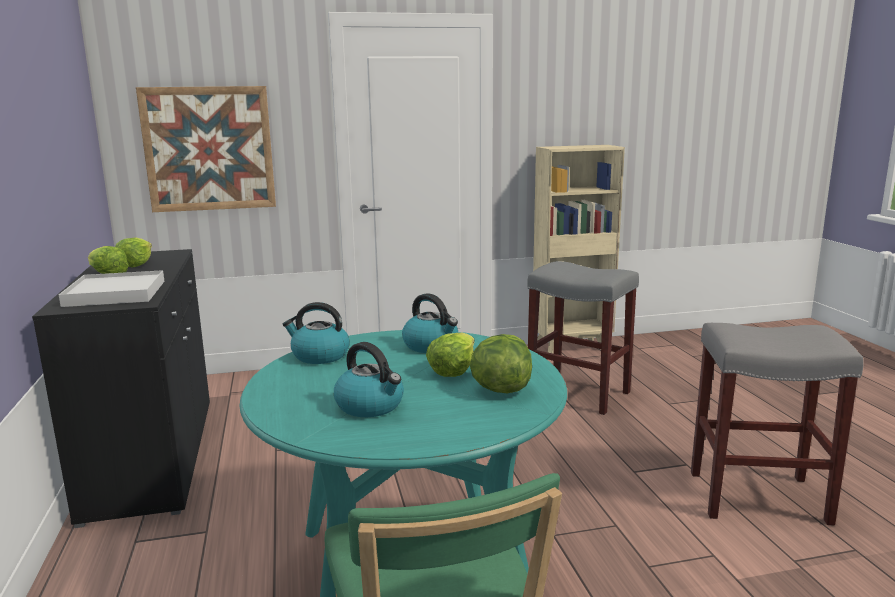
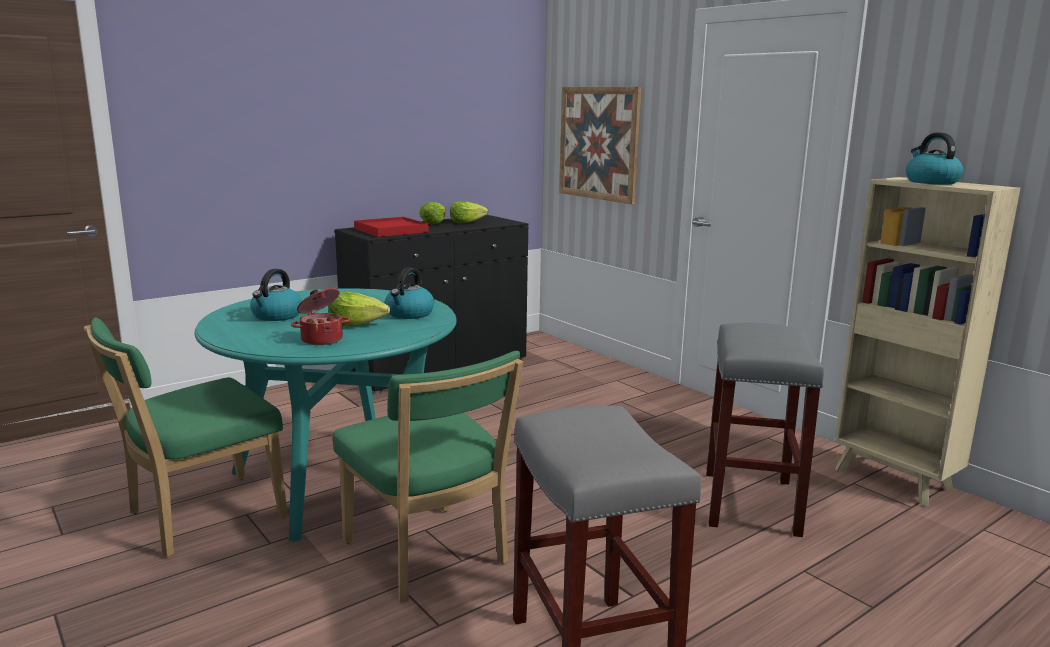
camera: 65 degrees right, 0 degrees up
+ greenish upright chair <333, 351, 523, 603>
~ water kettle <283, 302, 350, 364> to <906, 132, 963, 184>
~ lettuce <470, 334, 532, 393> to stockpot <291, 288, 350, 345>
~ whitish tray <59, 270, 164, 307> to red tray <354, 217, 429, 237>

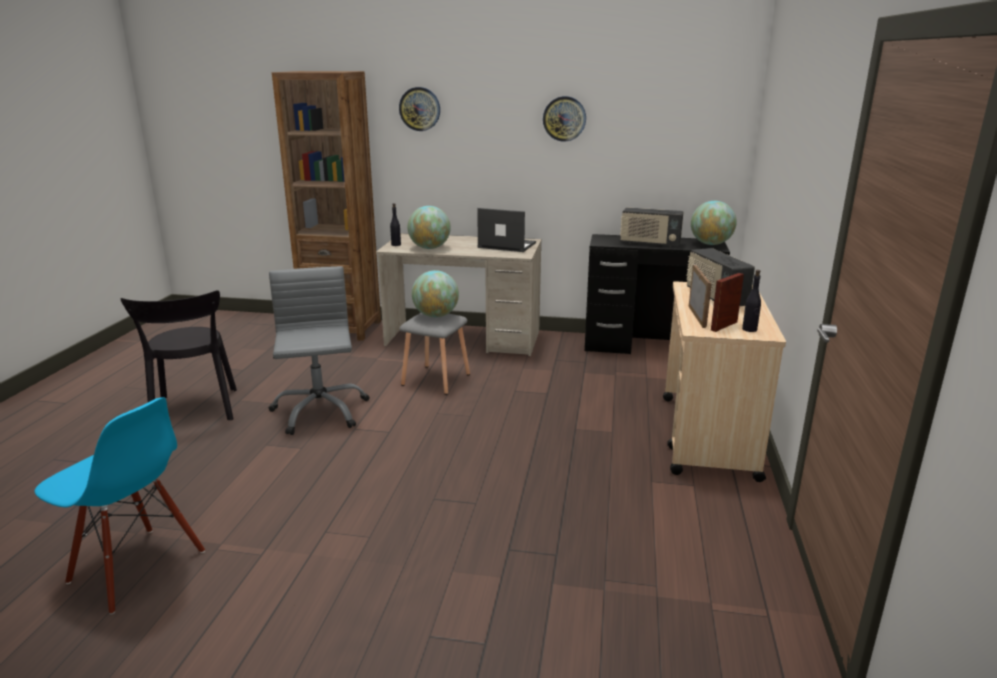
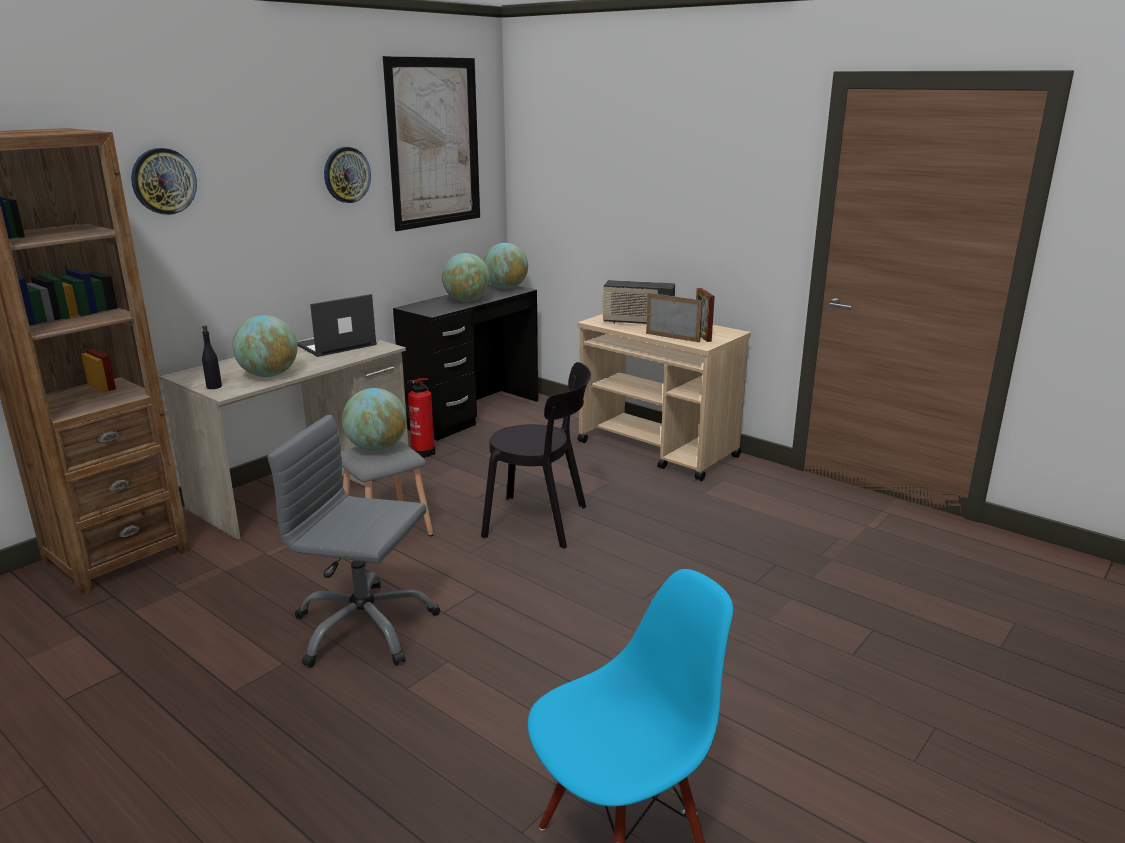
camera: 60 degrees left, 0 degrees up
- black drink bottle <742, 270, 761, 332>
+ picture <383, 56, 480, 231>
+ fire-fighting cylinder <405, 378, 435, 458>
~ black upright chair <121, 290, 237, 420> to <481, 362, 591, 549>
~ radio set <620, 207, 684, 247> to world globe <442, 253, 490, 302>

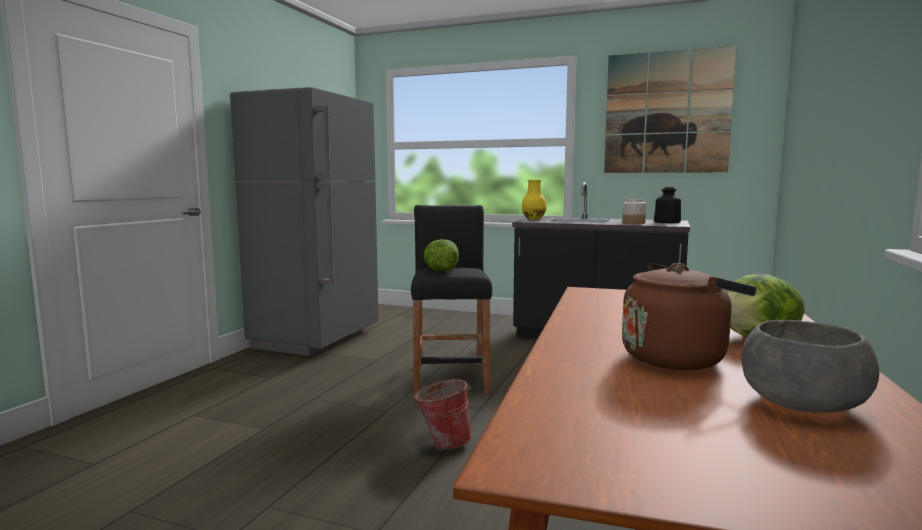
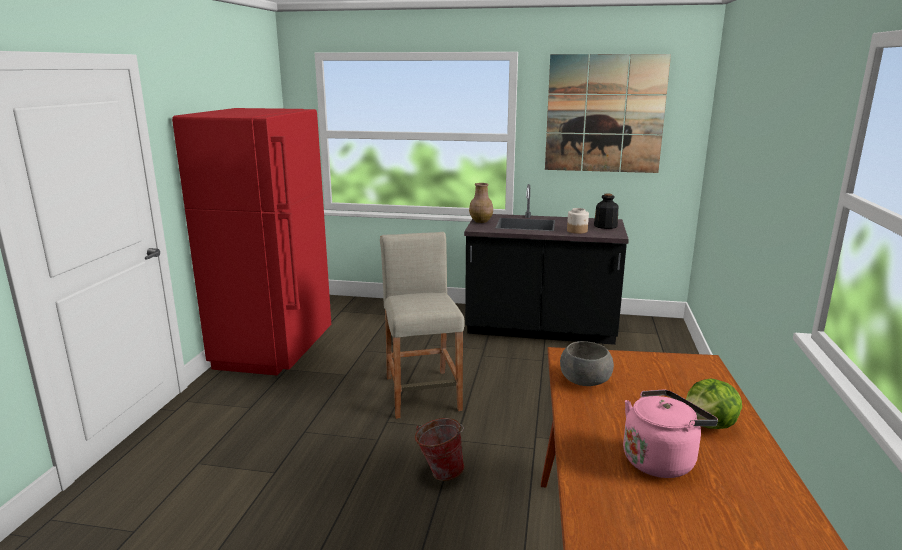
camera: 10 degrees left, 10 degrees up
- lettuce <424, 239, 459, 271>
~ greyish deep dish <742, 320, 879, 413> to <560, 341, 614, 386>
~ greyish refrigerator <230, 87, 378, 356> to red refrigerator <172, 108, 331, 375>
~ black sitting stool <411, 205, 493, 396> to beige-coloured sitting stool <380, 232, 465, 419>
~ yellow decorative vase <521, 180, 547, 220> to brown decorative vase <469, 183, 493, 223>
~ brown water kettle <622, 263, 757, 370> to pink-coloured water kettle <623, 390, 718, 478>

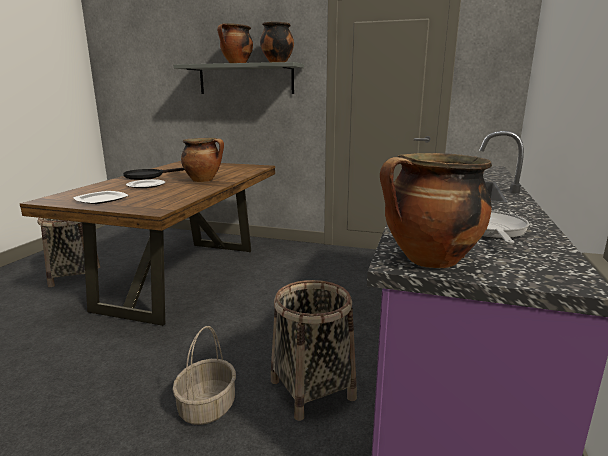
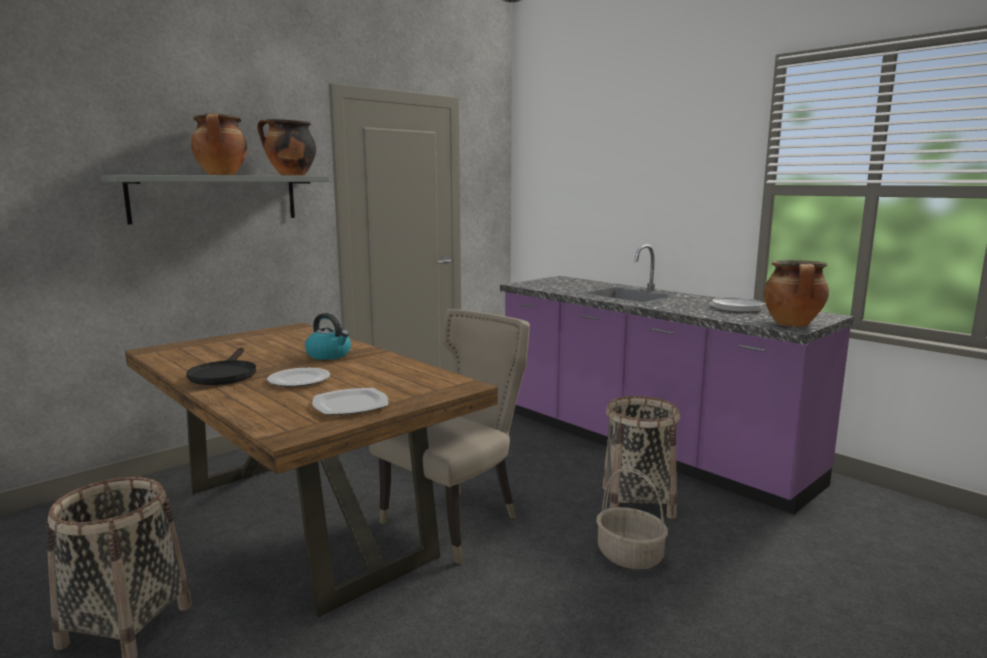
camera: 60 degrees left, 5 degrees down
+ beige-coloured upright chair <369, 309, 530, 564>
~ stockpot <181, 138, 224, 182> to water kettle <305, 313, 351, 360>

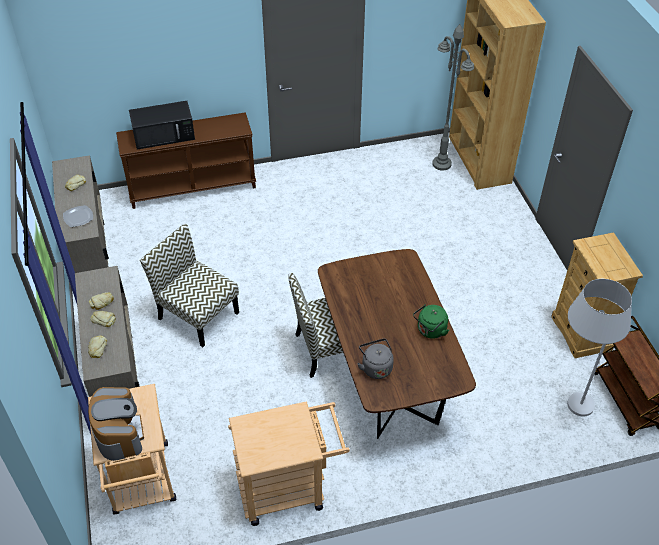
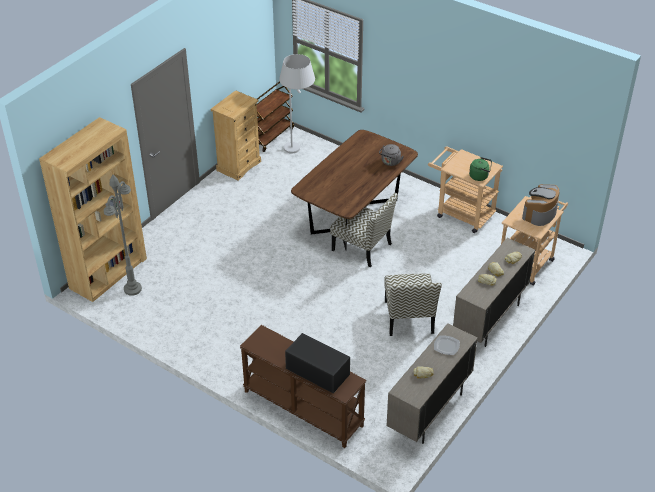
camera: 130 degrees left, 5 degrees down
~ greenish water kettle <413, 305, 449, 339> to <469, 157, 492, 181>

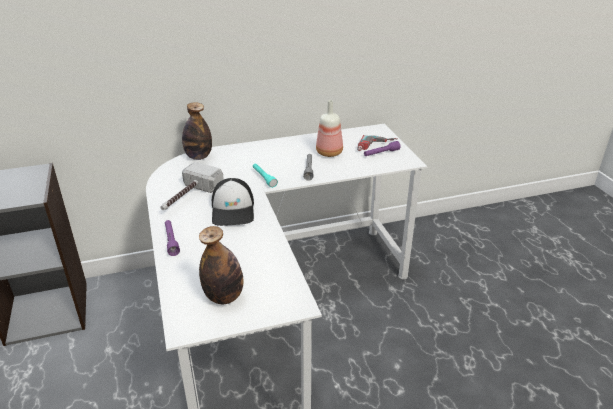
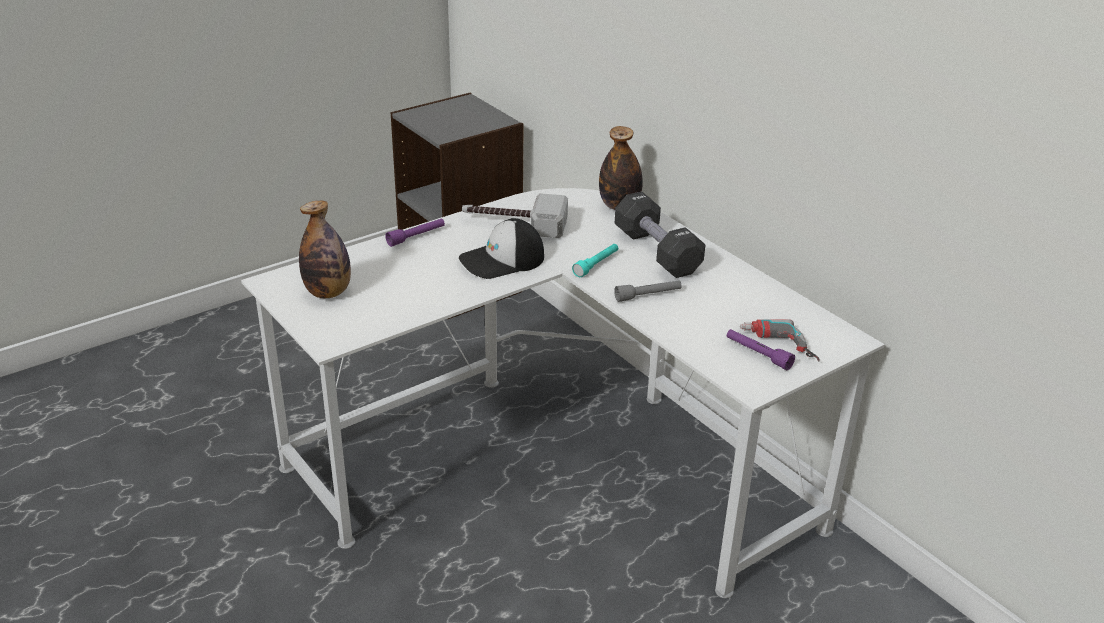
camera: 70 degrees right, 0 degrees up
- drink bottle <316, 100, 343, 157>
+ black dumbbell <615, 192, 705, 278>

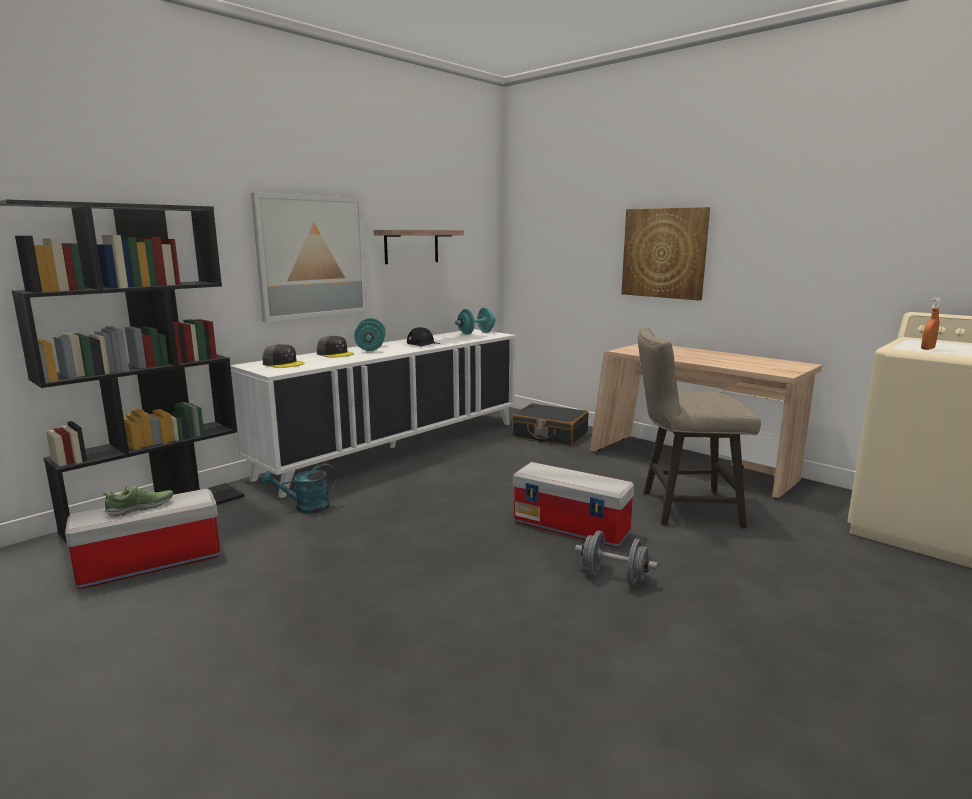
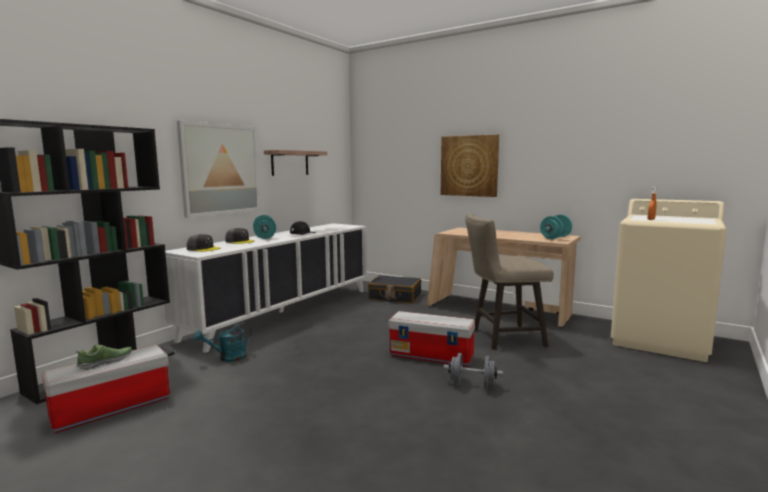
camera: 10 degrees left, 5 degrees down
~ turquoise dumbbell <455, 308, 496, 335> to <540, 215, 572, 239>

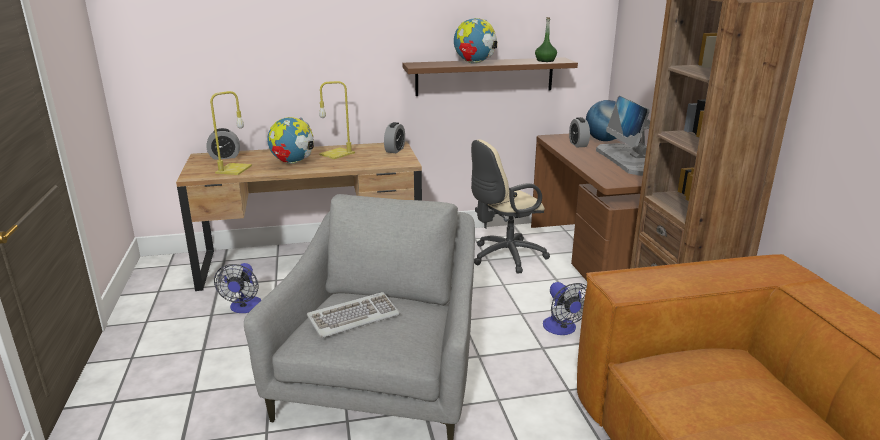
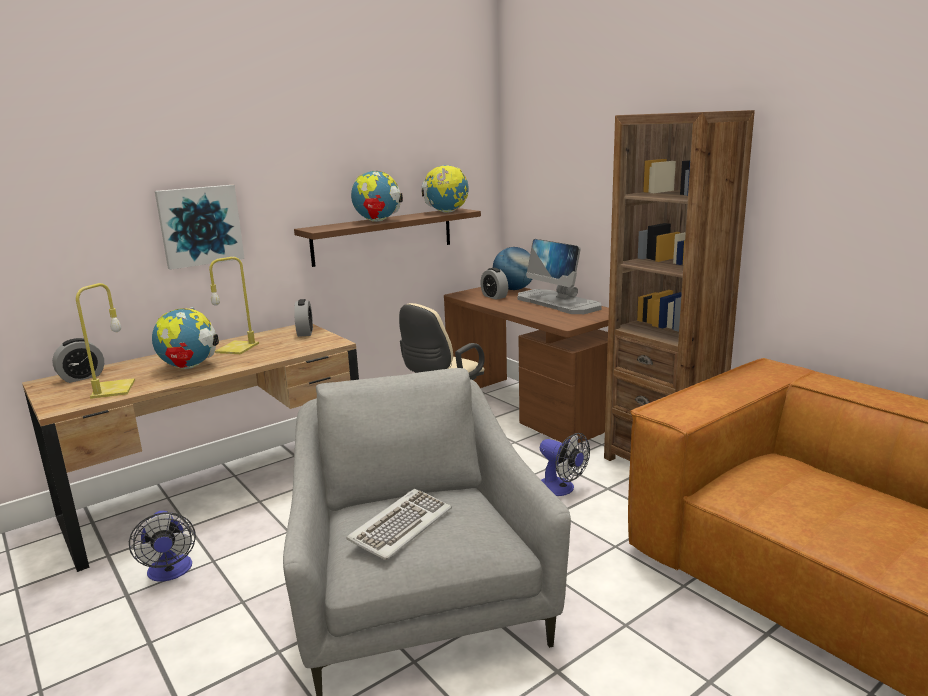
camera: 25 degrees left, 5 degrees down
+ picture <155, 185, 245, 270>
~ greenish drink bottle <535, 17, 557, 62> to world globe <422, 165, 469, 213>

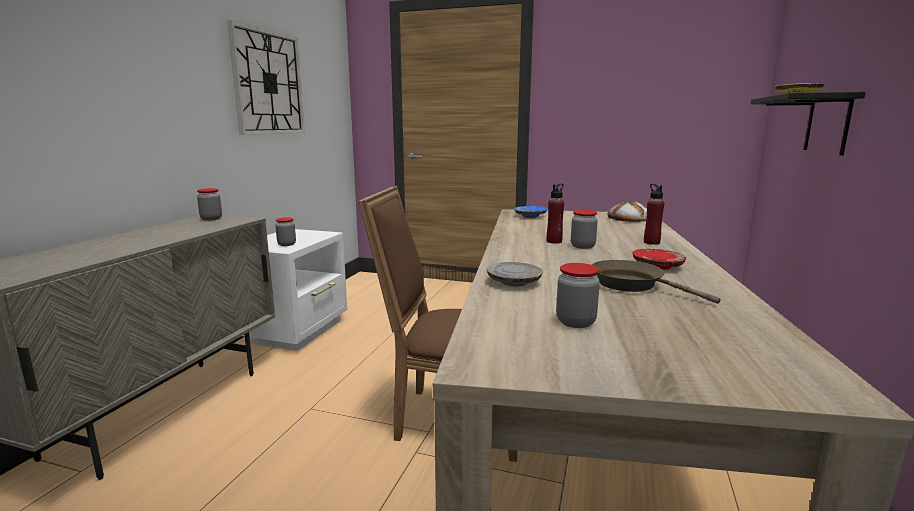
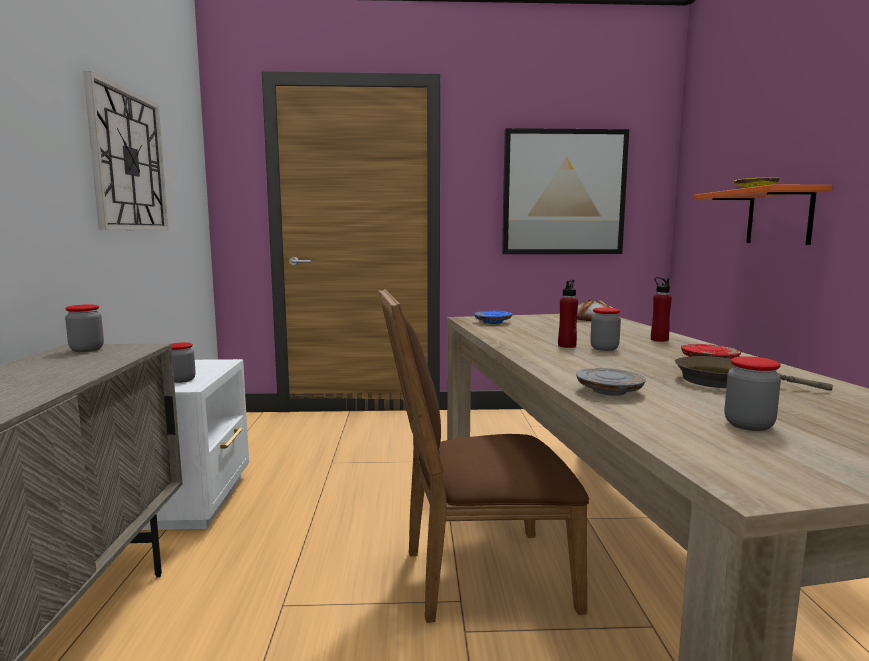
camera: 20 degrees left, 5 degrees down
+ picture <502, 128, 629, 254>
~ black wall shelf <750, 92, 866, 156> to orangey wall shelf <694, 185, 832, 245>

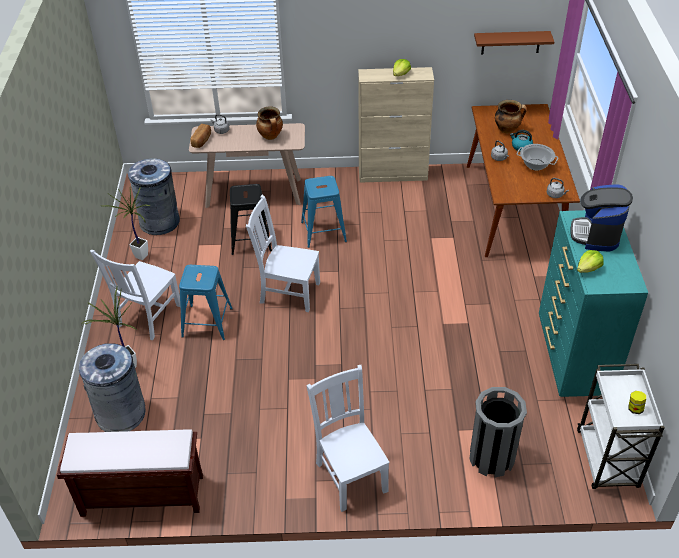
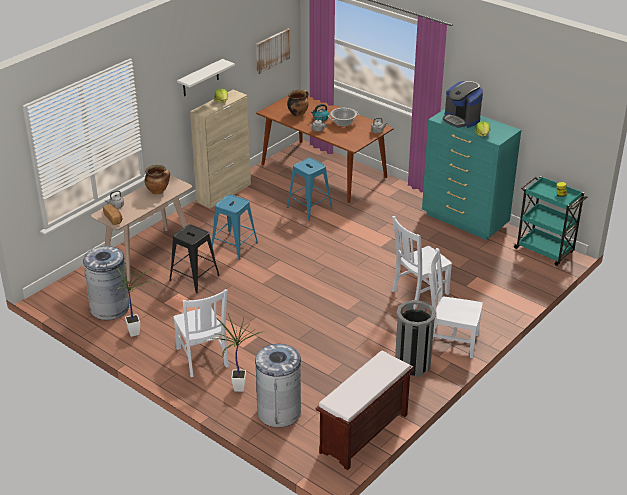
camera: 50 degrees left, 10 degrees down
+ whitish wall shelf <177, 59, 235, 96>
~ blue-coloured sitting stool <179, 265, 233, 340> to <287, 158, 332, 220>
~ whitish upright chair <246, 195, 320, 312> to <392, 216, 452, 309>
~ greyish trash can <469, 387, 527, 477> to <395, 300, 436, 377>
~ brown wall shelf <474, 31, 554, 55> to picture <256, 28, 291, 74>
~ whitish trolley <577, 364, 665, 489> to turquoise trolley <513, 176, 587, 266>

